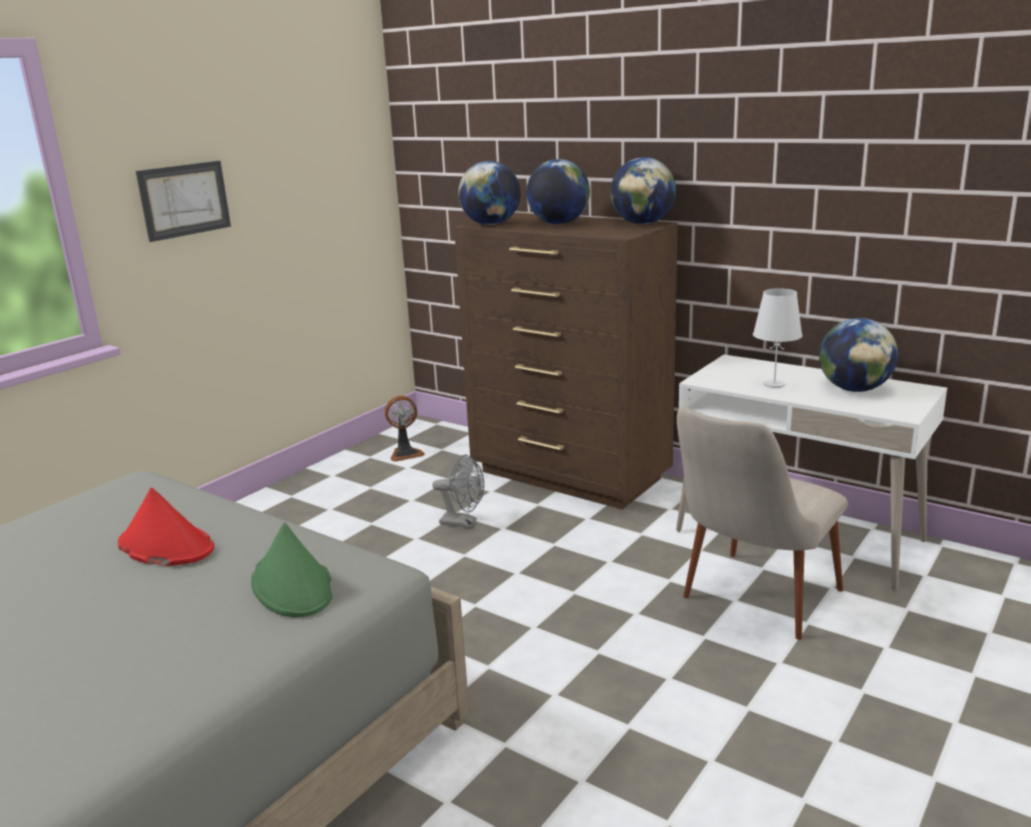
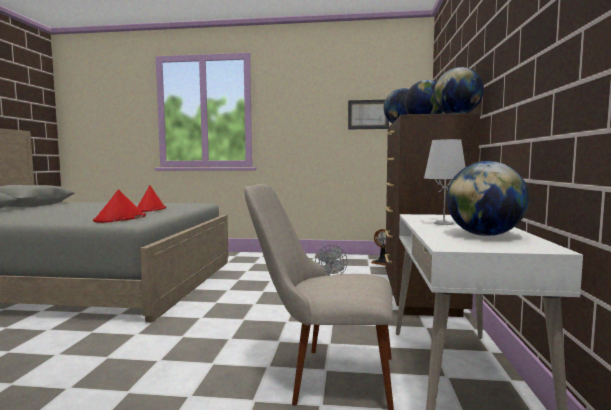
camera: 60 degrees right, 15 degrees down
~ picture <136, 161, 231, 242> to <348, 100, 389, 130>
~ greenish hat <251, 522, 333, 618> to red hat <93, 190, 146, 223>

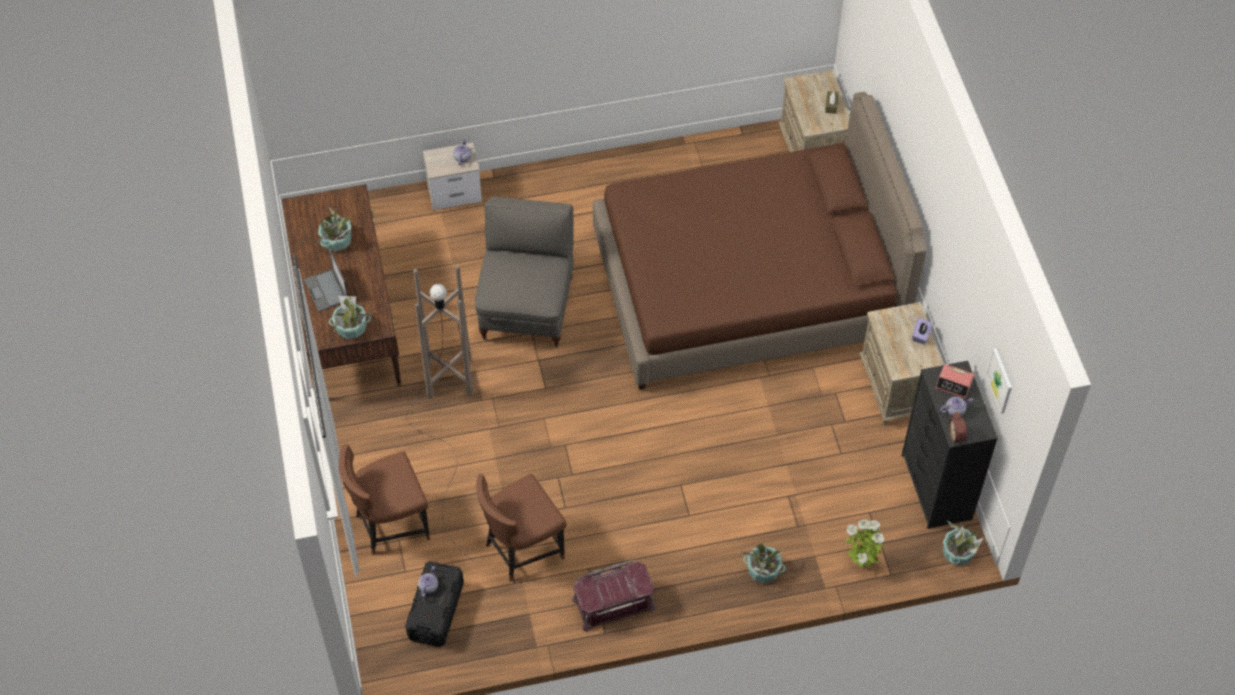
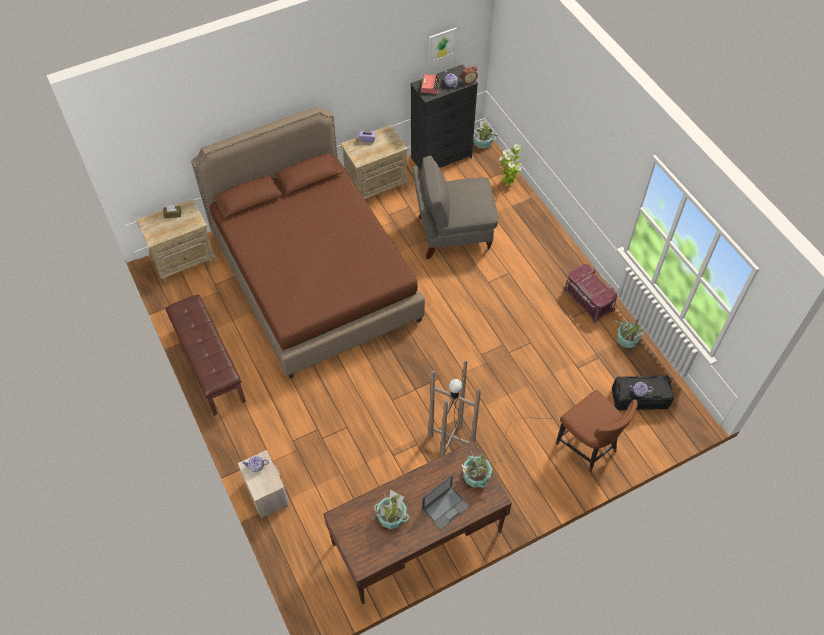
camera: 105 degrees left, 0 degrees up
- brown upright chair <476, 474, 567, 582>
+ brown bench <166, 295, 246, 416>
~ greyish armchair <475, 197, 574, 348> to <412, 155, 498, 259>
~ plant in a pot <741, 543, 785, 584> to <616, 319, 644, 348>

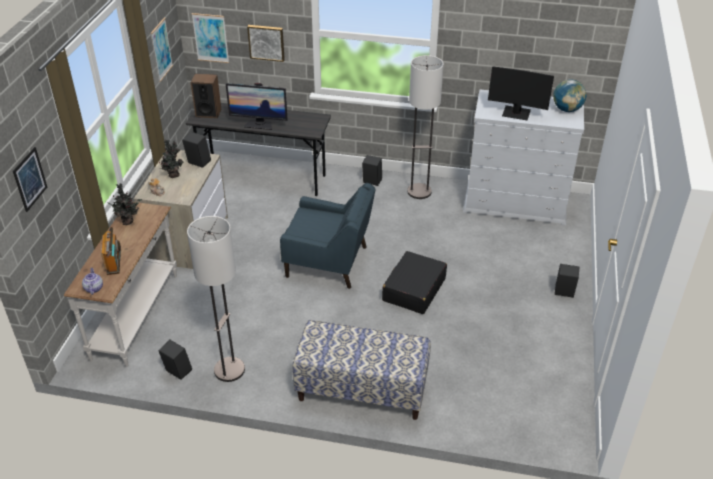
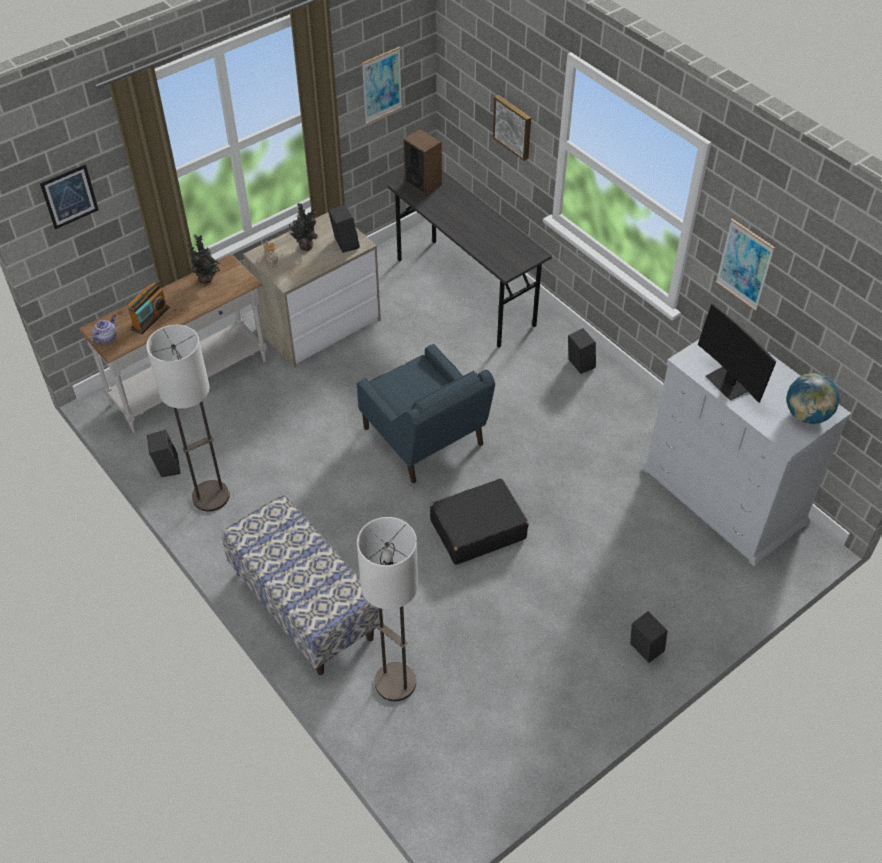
camera: 40 degrees right, 10 degrees up
- monitor <226, 83, 288, 130>
~ picture <192, 13, 229, 63> to <716, 219, 775, 311>
~ standing lamp <407, 55, 444, 199> to <357, 517, 418, 701>

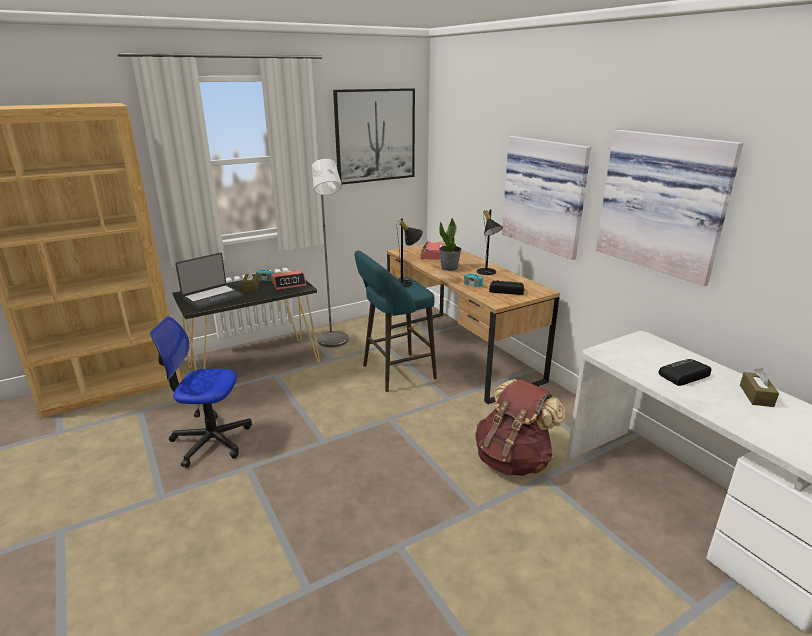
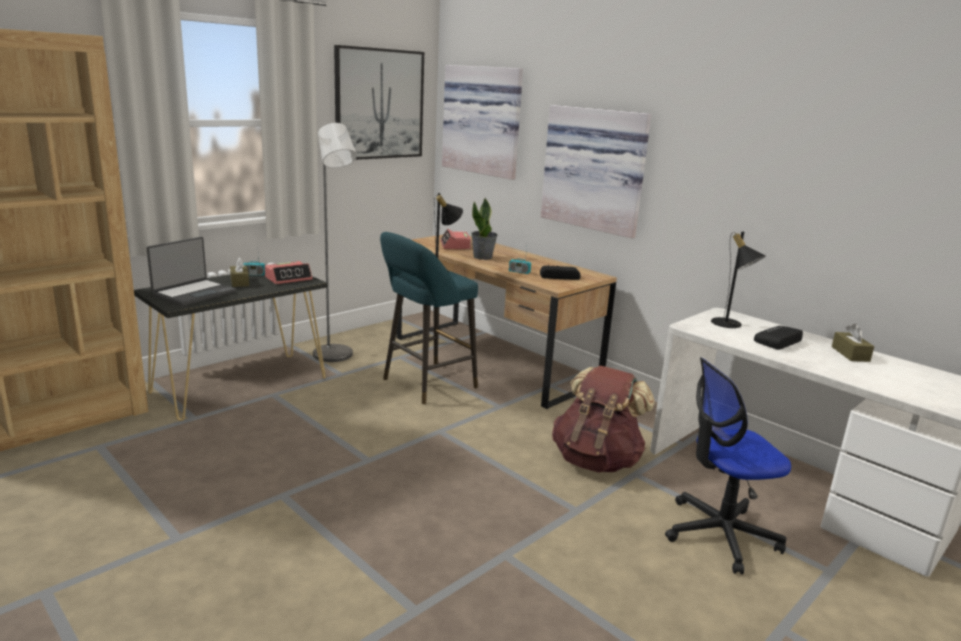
camera: 15 degrees left, 5 degrees down
~ computer chair <150, 317, 252, 468> to <665, 357, 791, 574>
~ black tabletop lamp <476, 209, 503, 275> to <711, 231, 766, 328>
~ picture <596, 130, 743, 286> to <442, 65, 523, 180>

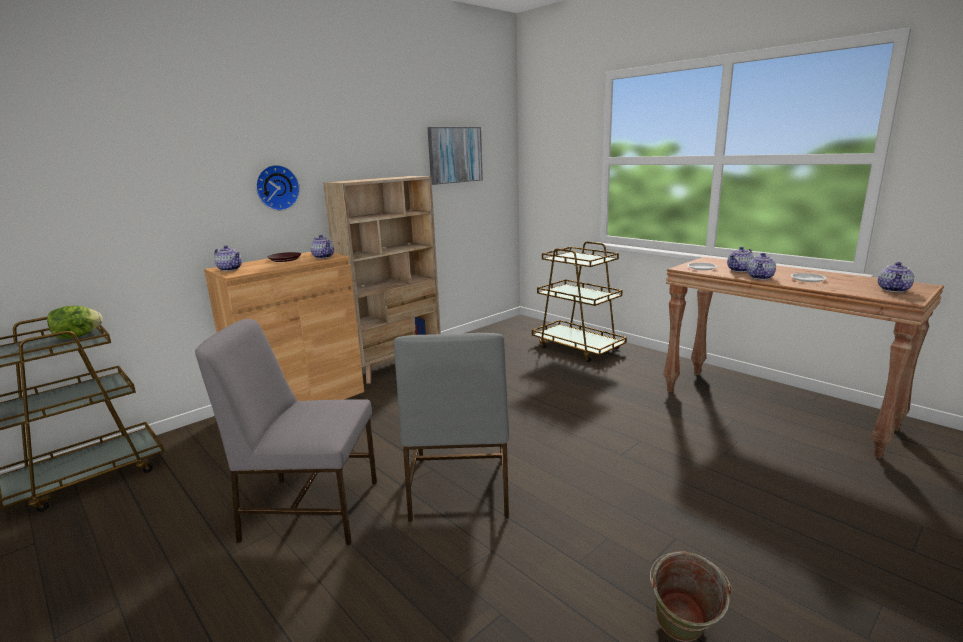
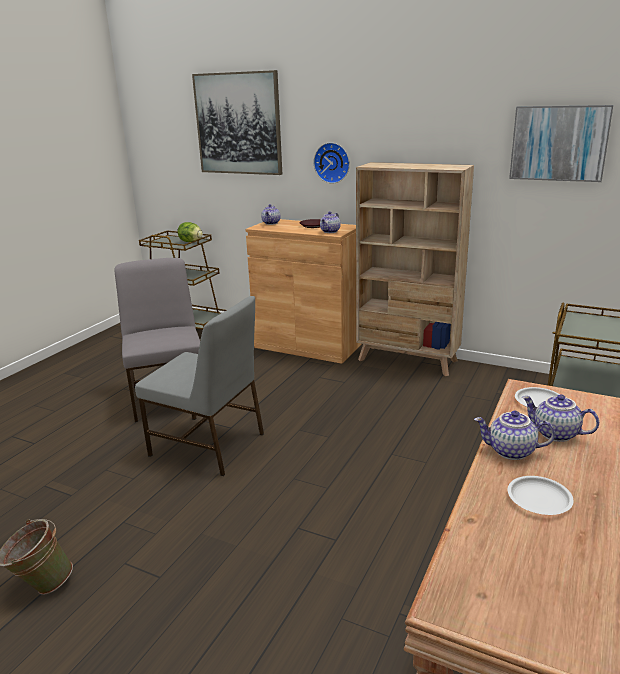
camera: 70 degrees right, 5 degrees up
- teapot <878, 262, 914, 292>
+ picture <192, 70, 282, 175>
~ greyish upright chair <393, 333, 509, 521> = <135, 296, 264, 476> 135 degrees counterclockwise

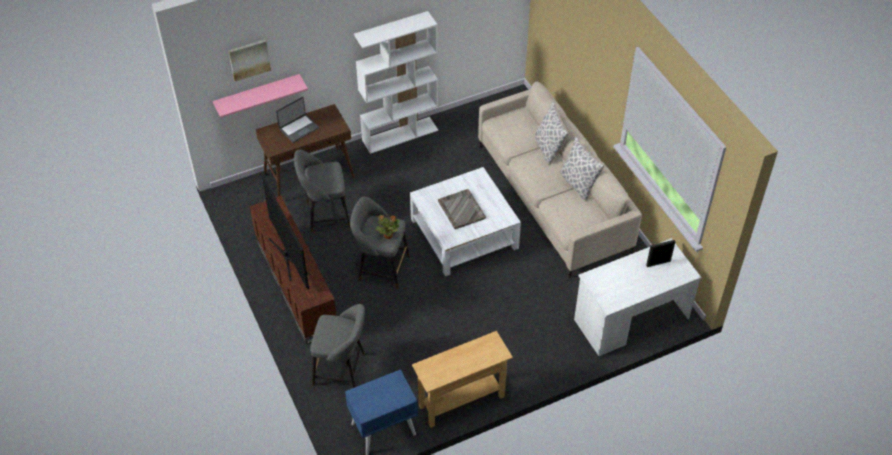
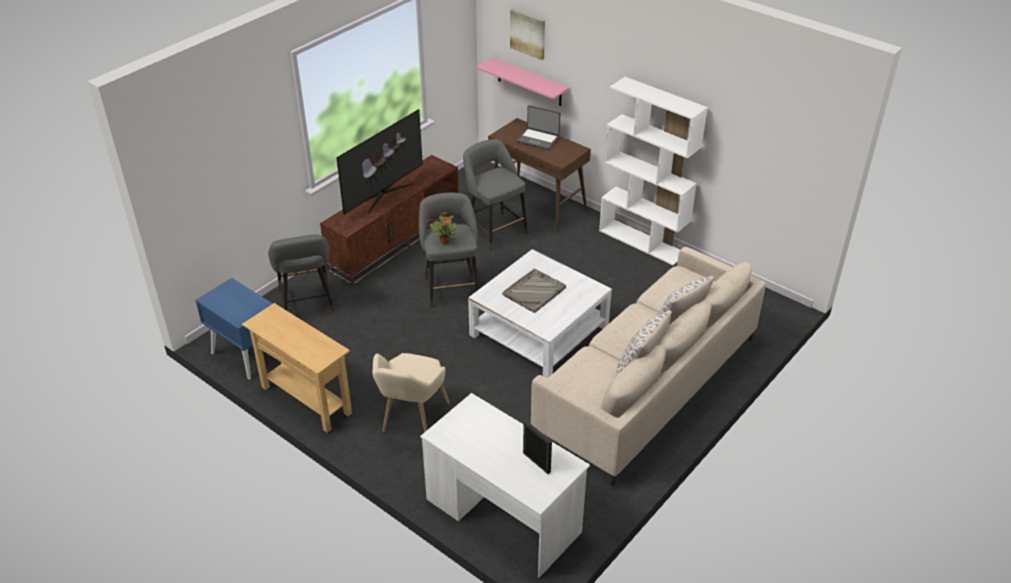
camera: 65 degrees right, 10 degrees down
+ beige-coloured armchair <373, 353, 450, 432>

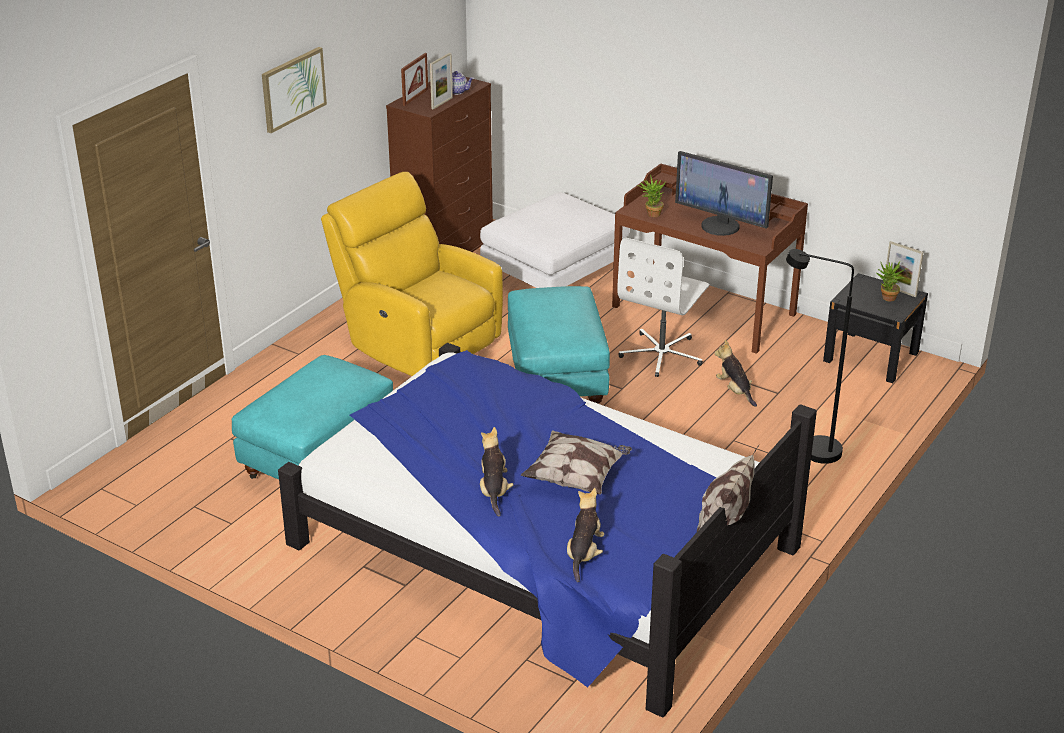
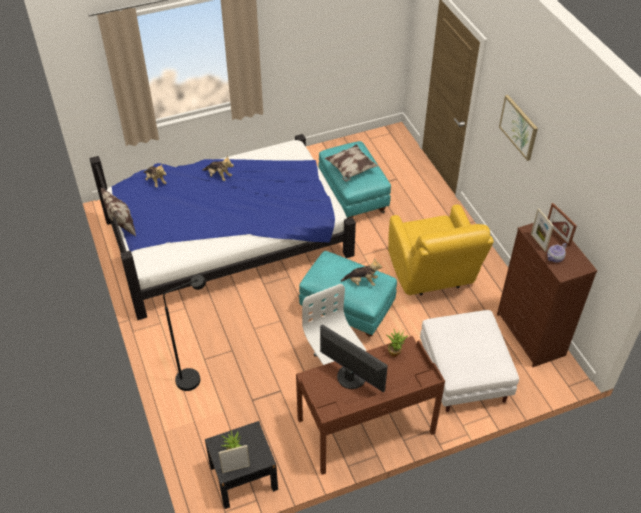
camera: 125 degrees right, 15 degrees up
~ pillow <521, 430, 632, 495> to <324, 144, 379, 181>
~ plush toy <714, 340, 757, 407> to <340, 258, 382, 286>
~ yellow armchair <321, 172, 503, 376> = <388, 204, 494, 295> 90 degrees clockwise
~ monitor <675, 151, 773, 236> = <320, 324, 388, 392> 60 degrees clockwise

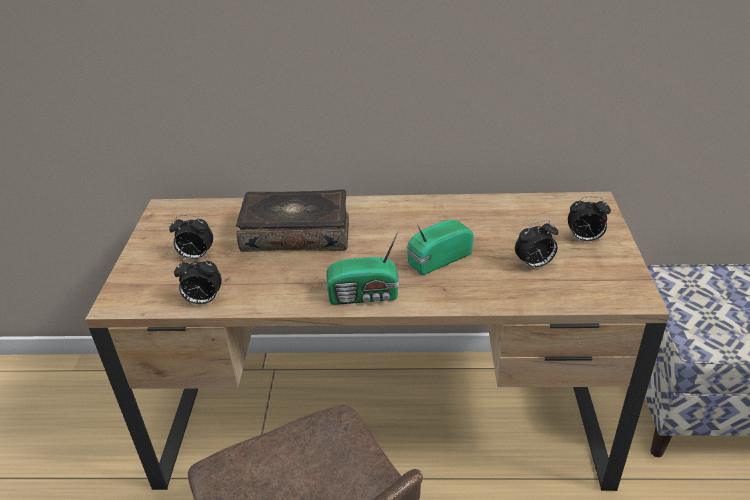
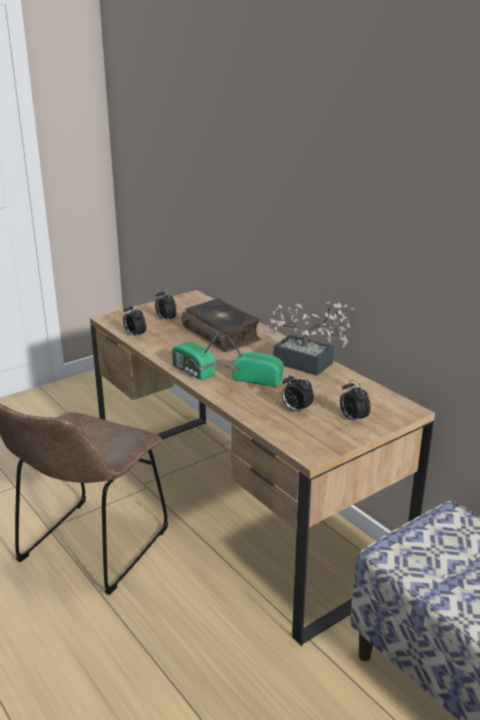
camera: 50 degrees right, 10 degrees down
+ plant in a pot <263, 301, 354, 376>

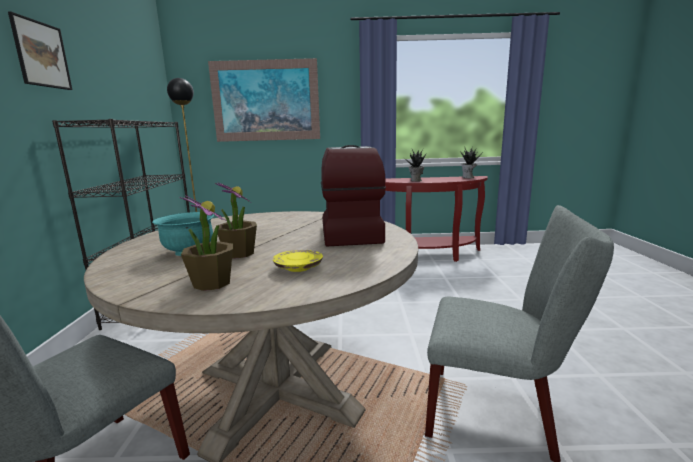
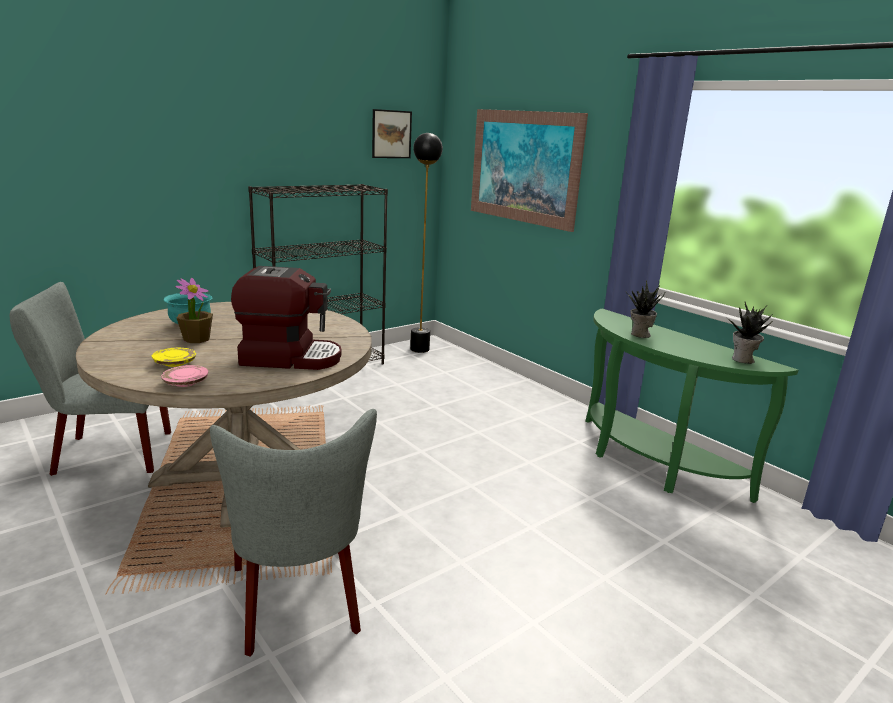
camera: 50 degrees right, 5 degrees up
- plant in a pot <179, 195, 233, 291>
+ pink-coloured plate <161, 365, 208, 387>
~ picture <8, 12, 72, 90> to <372, 109, 412, 158>
~ red narrow table <385, 176, 488, 262> to greenish narrow table <585, 309, 798, 503>
~ coffee machine <321, 145, 386, 246> = <231, 266, 341, 370> 45 degrees clockwise

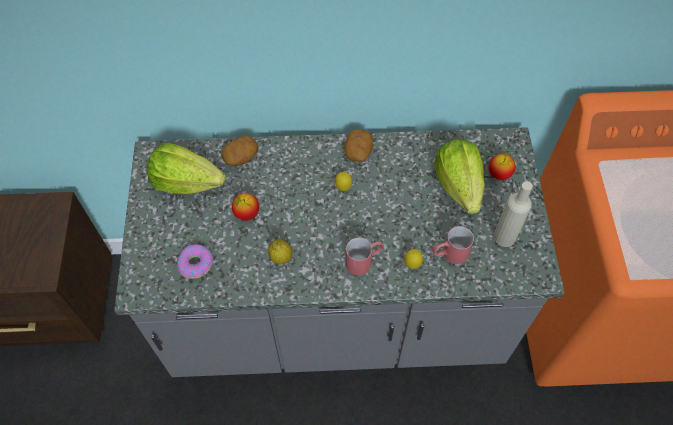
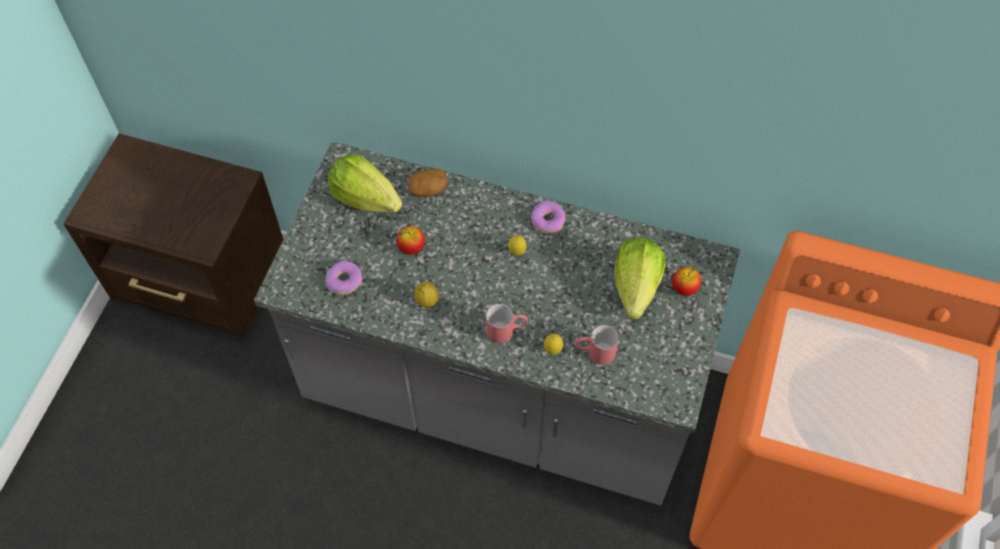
camera: 20 degrees right, 0 degrees up
- beige-coloured drink bottle <494, 181, 533, 247>
~ whole potato <344, 129, 374, 162> to donut <531, 201, 565, 233>

